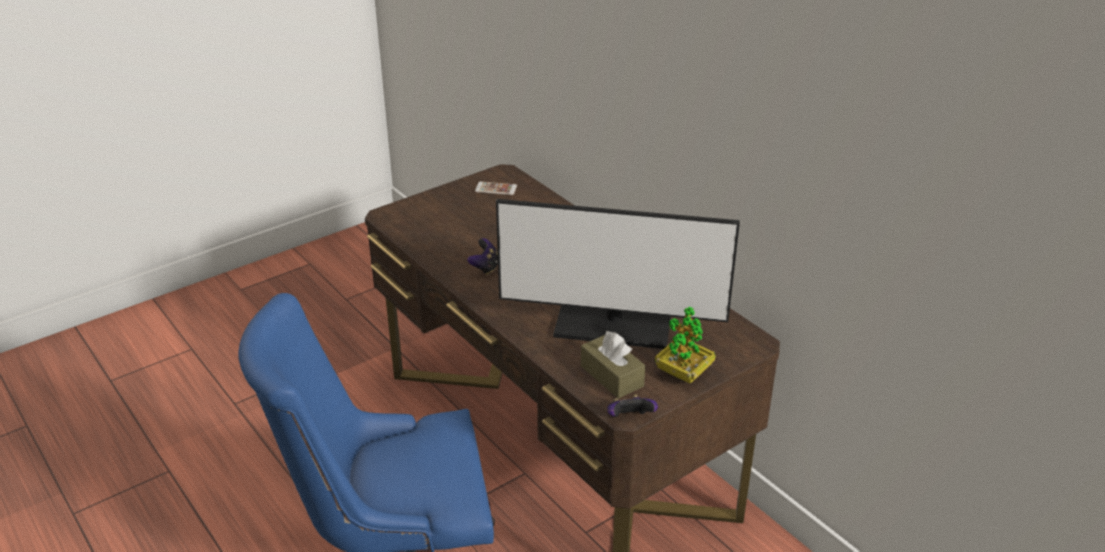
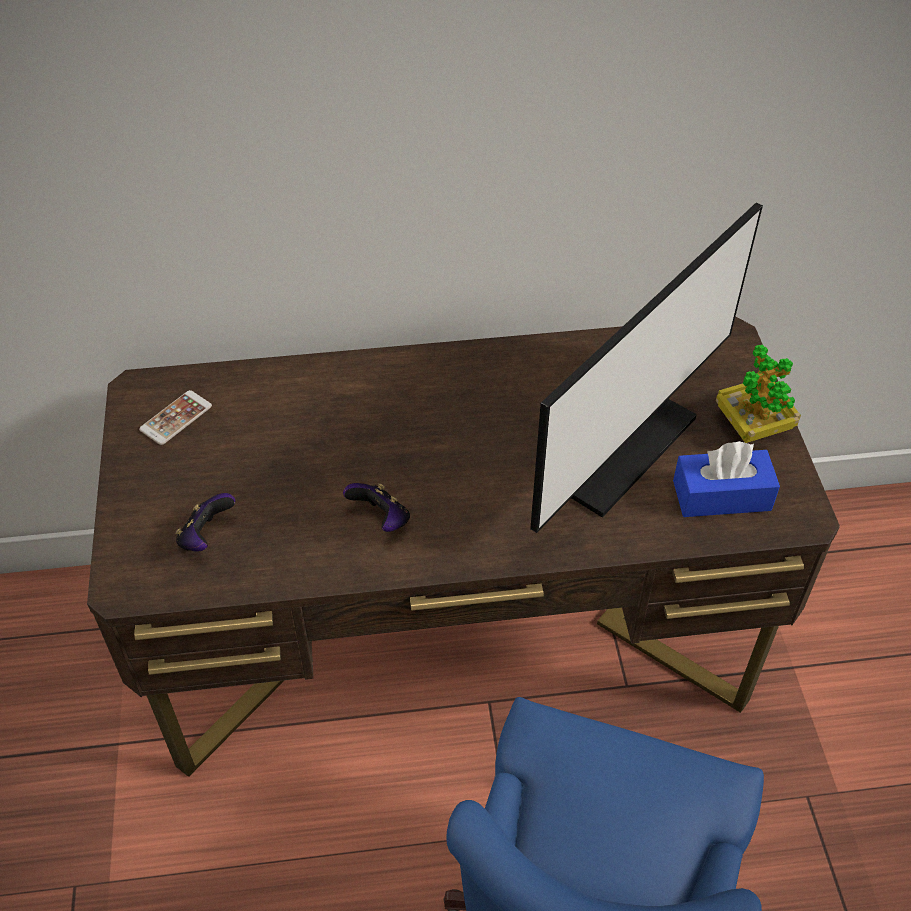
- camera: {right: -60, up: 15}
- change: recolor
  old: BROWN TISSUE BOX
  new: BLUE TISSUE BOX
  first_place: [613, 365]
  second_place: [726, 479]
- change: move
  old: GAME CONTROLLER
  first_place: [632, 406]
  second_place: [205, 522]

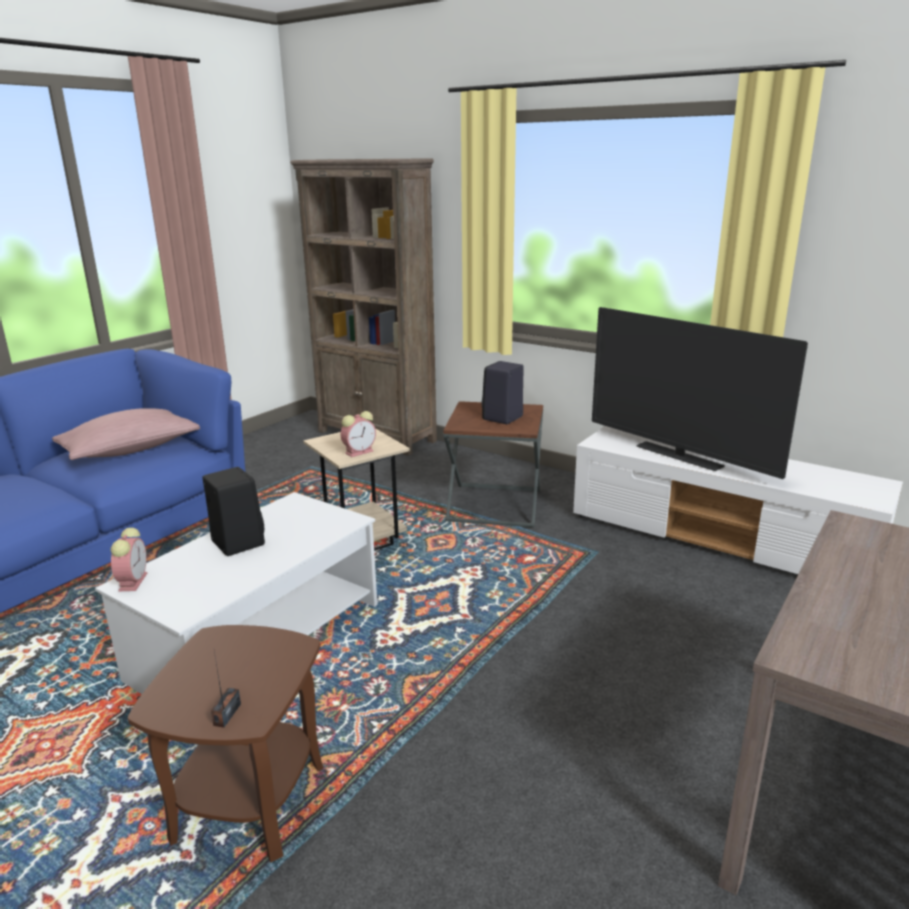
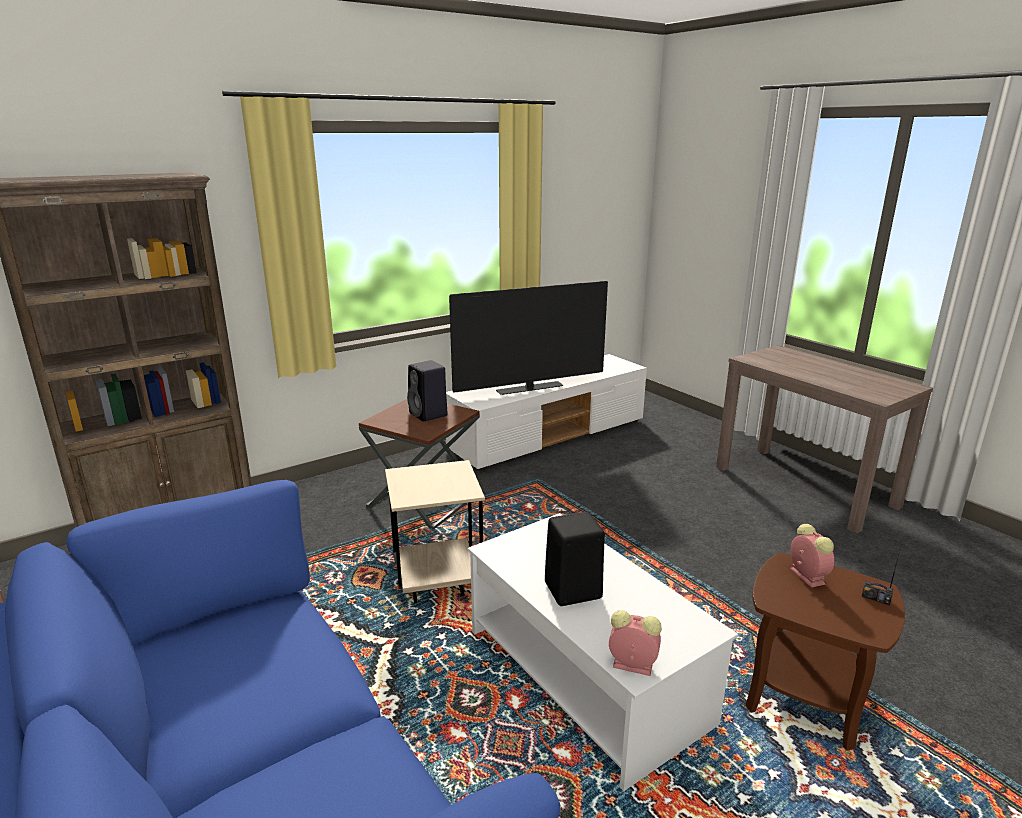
- camera: {right: -70, up: 0}
- change: delete
  old: PINK PILLOW
  first_place: [126, 434]
- change: move
  old: ALARM CLOCK
  first_place: [358, 434]
  second_place: [812, 556]

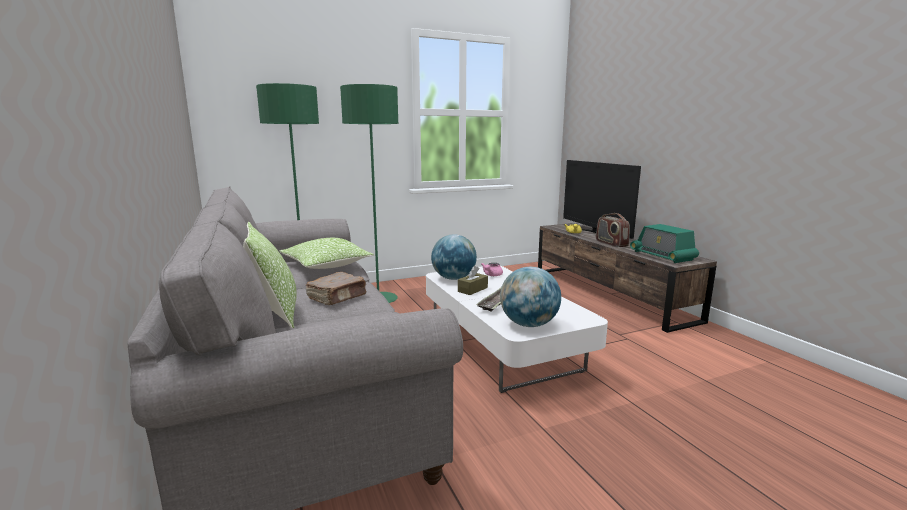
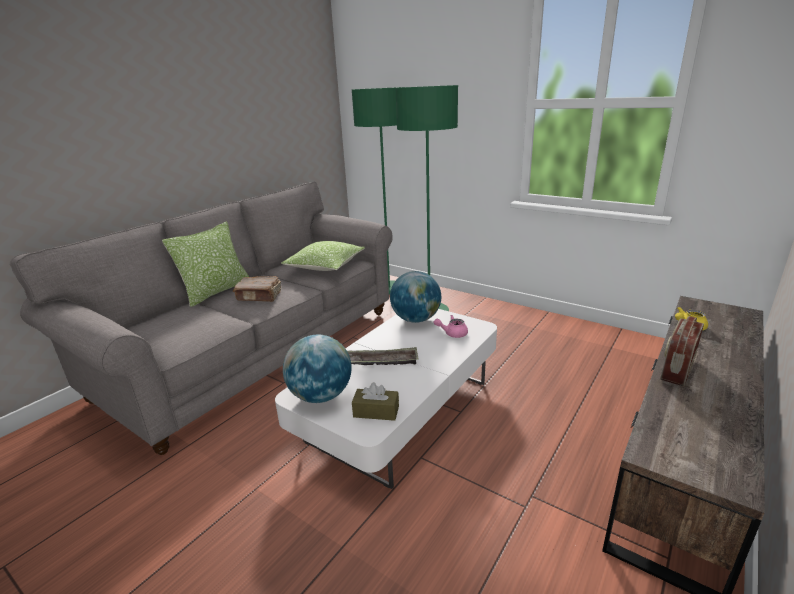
- camera: {right: 60, up: 10}
- change: delete
  old: TELEVISION
  first_place: [602, 199]
- change: delete
  old: RADIO
  first_place: [664, 243]
- change: move
  old: BROWN TISSUE BOX
  first_place: [473, 280]
  second_place: [375, 401]

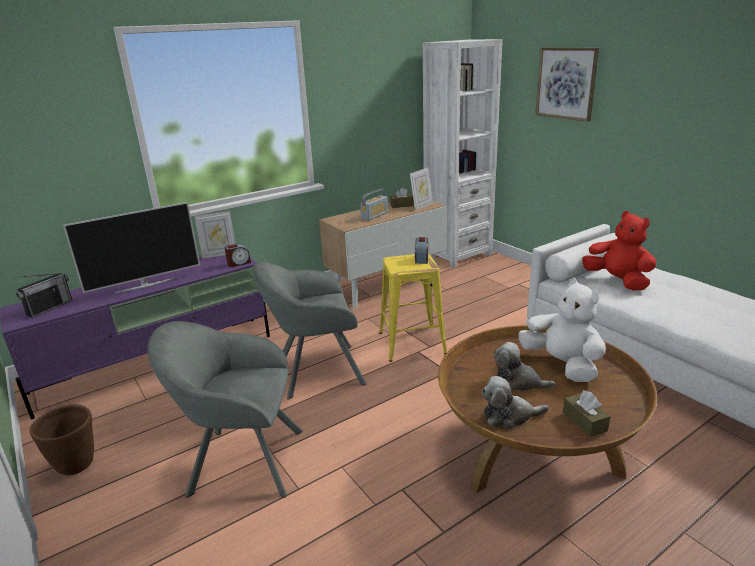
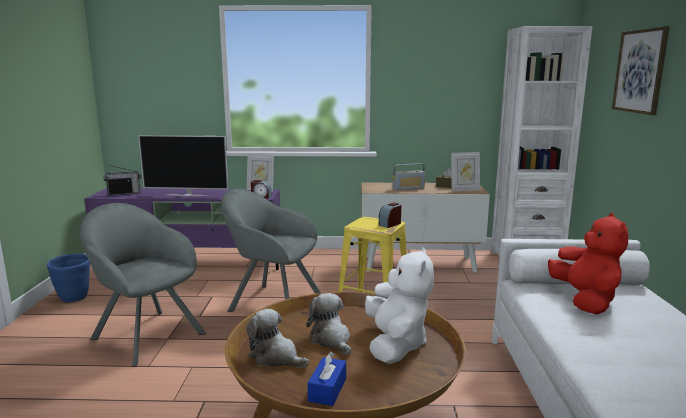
- camera: {right: 35, up: -10}
- change: recolor
  old: BROWN TISSUE BOX
  new: BLUE TISSUE BOX
  first_place: [586, 413]
  second_place: [327, 379]
- change: recolor
  old: BROWN PLANTER
  new: BLUE PLANTER
  first_place: [62, 439]
  second_place: [68, 278]

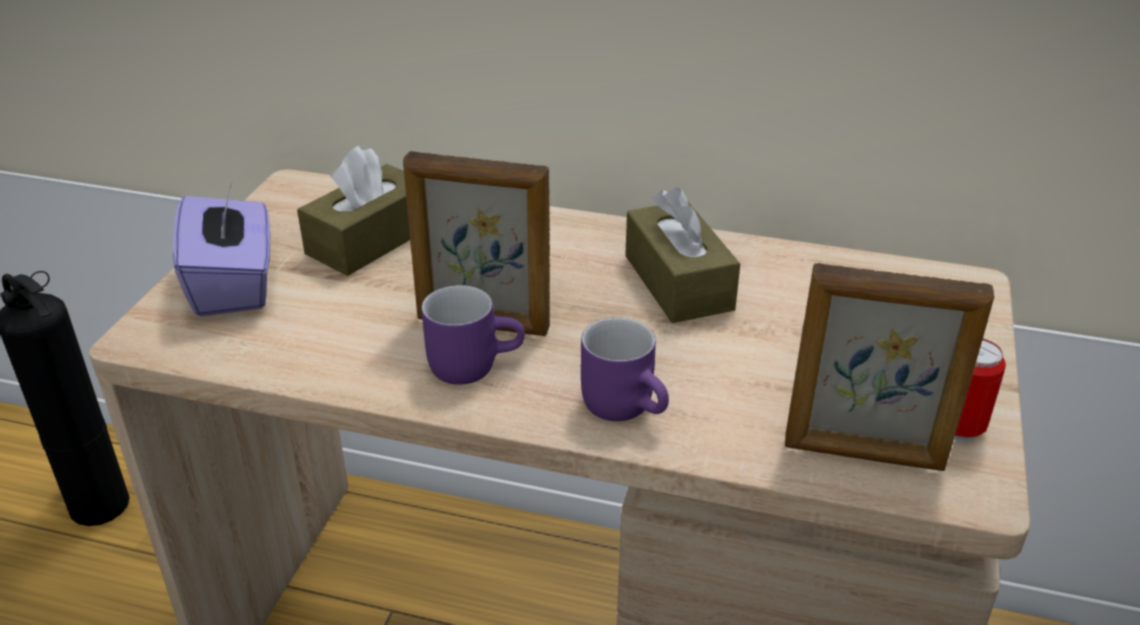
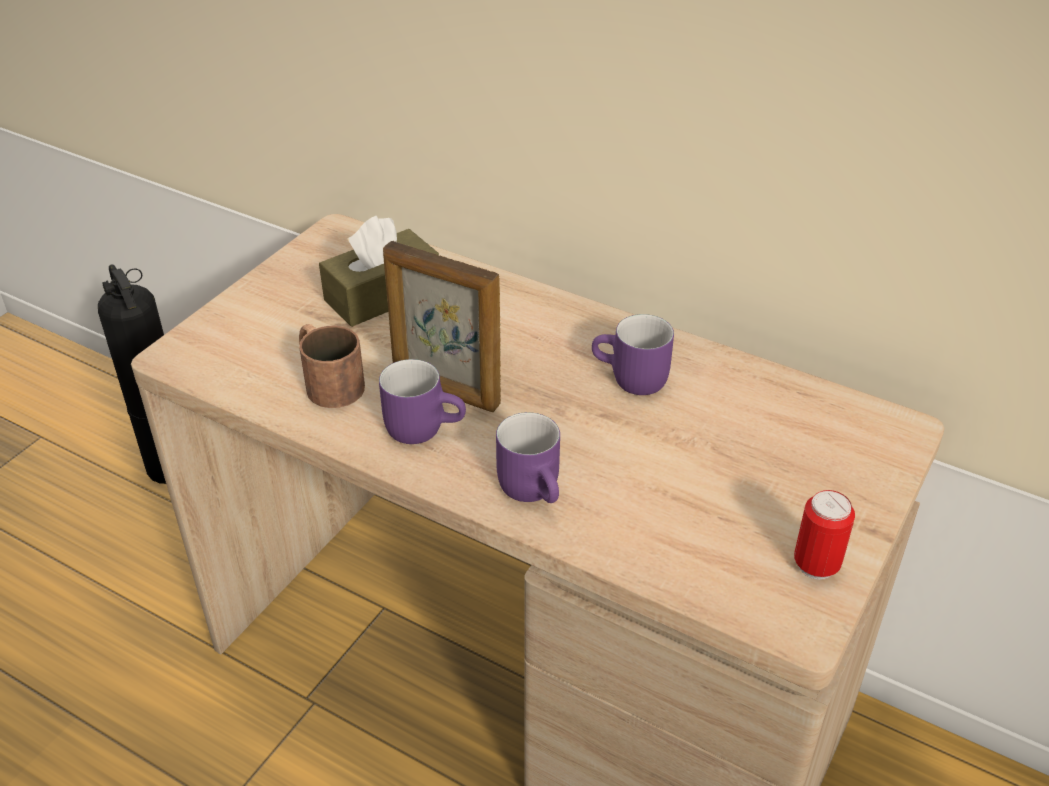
- camera: {right: 15, up: 5}
- change: delete
  old: PURPLE TISSUE BOX
  first_place: [221, 249]
- change: replace
  old: BROWN TISSUE BOX
  new: PURPLE MUG
  first_place: [682, 255]
  second_place: [633, 354]
- change: delete
  old: PICTURE FRAME
  first_place: [889, 367]
- change: insert
  new: BROWN MUG
  second_place: [332, 366]

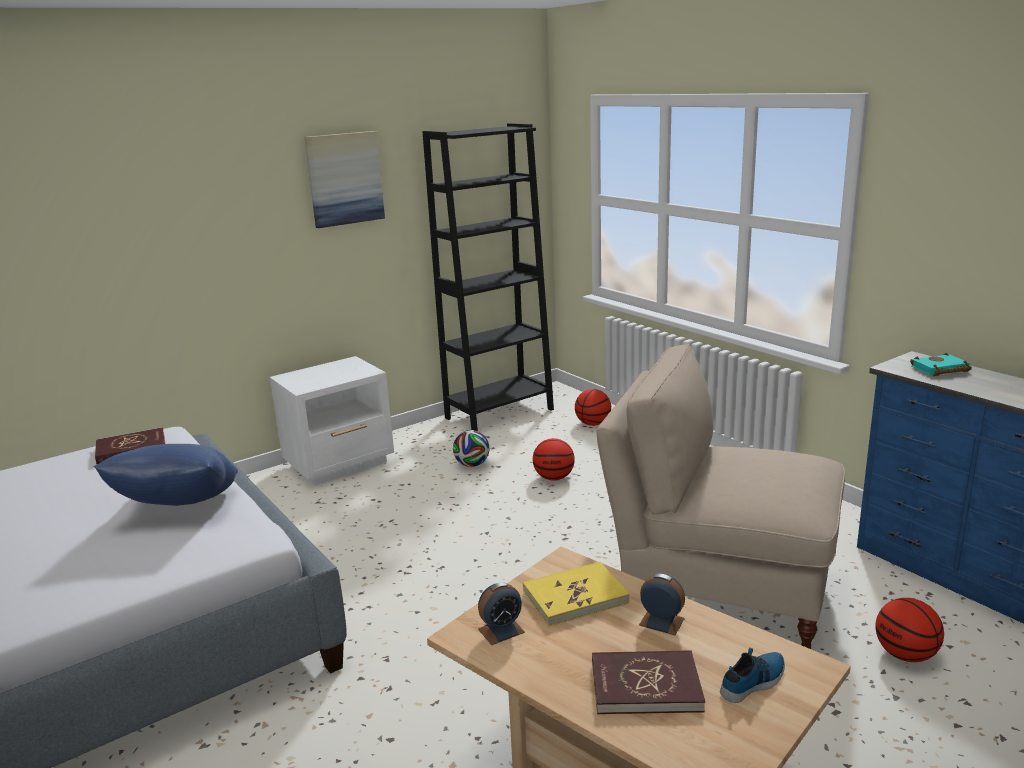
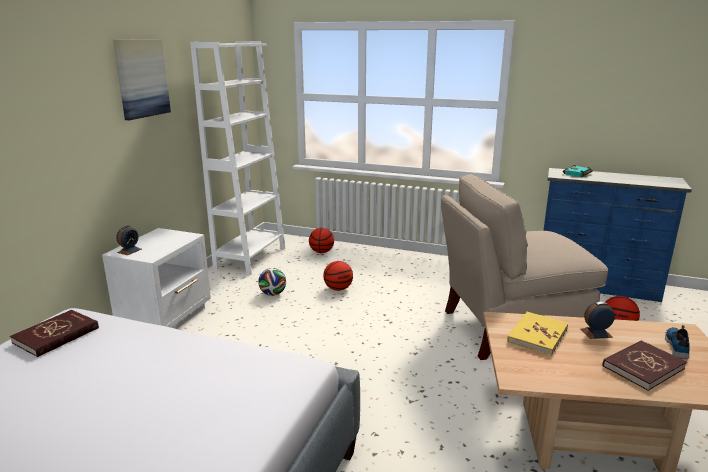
- camera: {right: -35, up: 0}
- change: recolor
  old: BLACK BOOKCASE
  new: WHITE BOOKCASE
  first_place: [488, 277]
  second_place: [237, 158]
- change: delete
  old: BLUE PILLOW
  first_place: [166, 475]
- change: move
  old: ALARM CLOCK
  first_place: [501, 613]
  second_place: [129, 240]

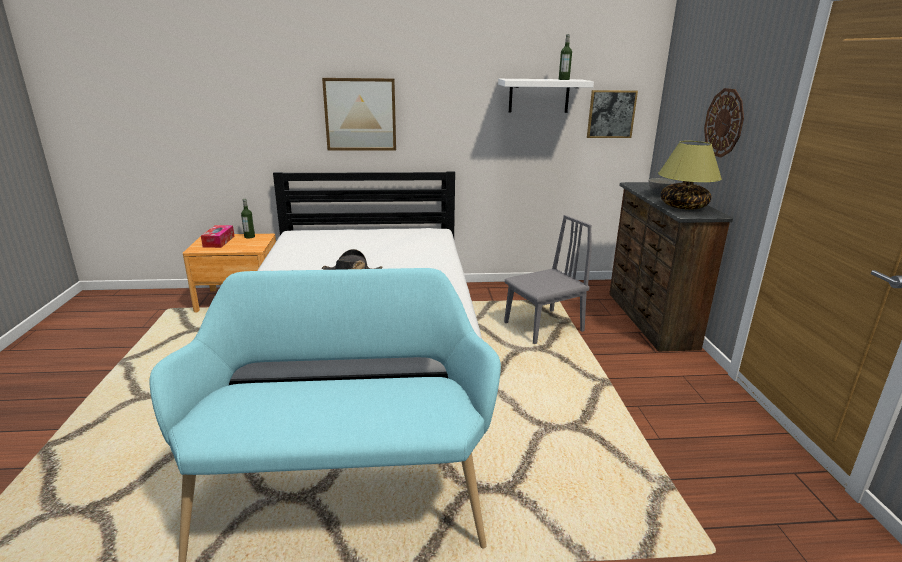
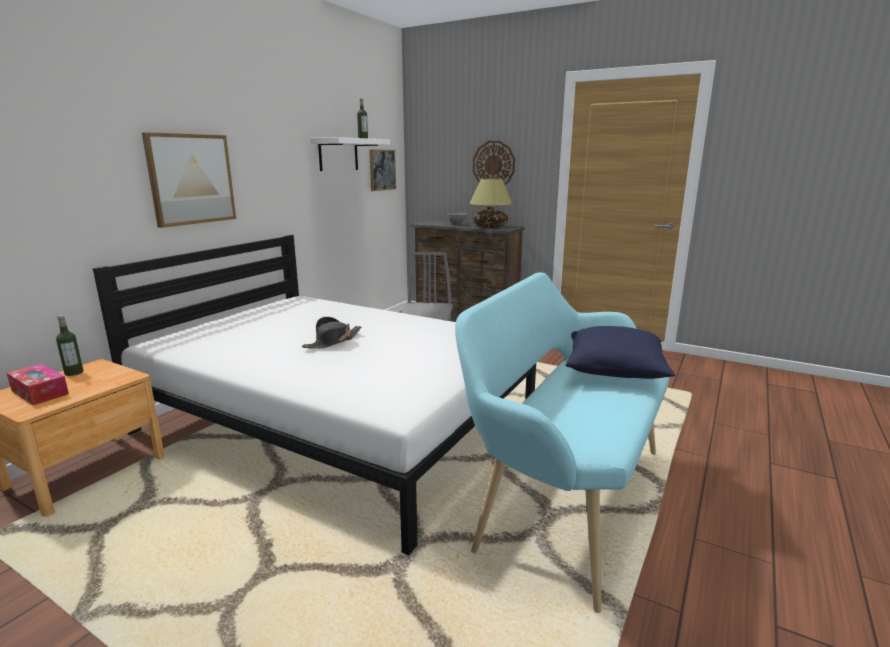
- camera: {right: -55, up: -5}
- change: insert
  new: BLUE PILLOW
  second_place: [621, 352]

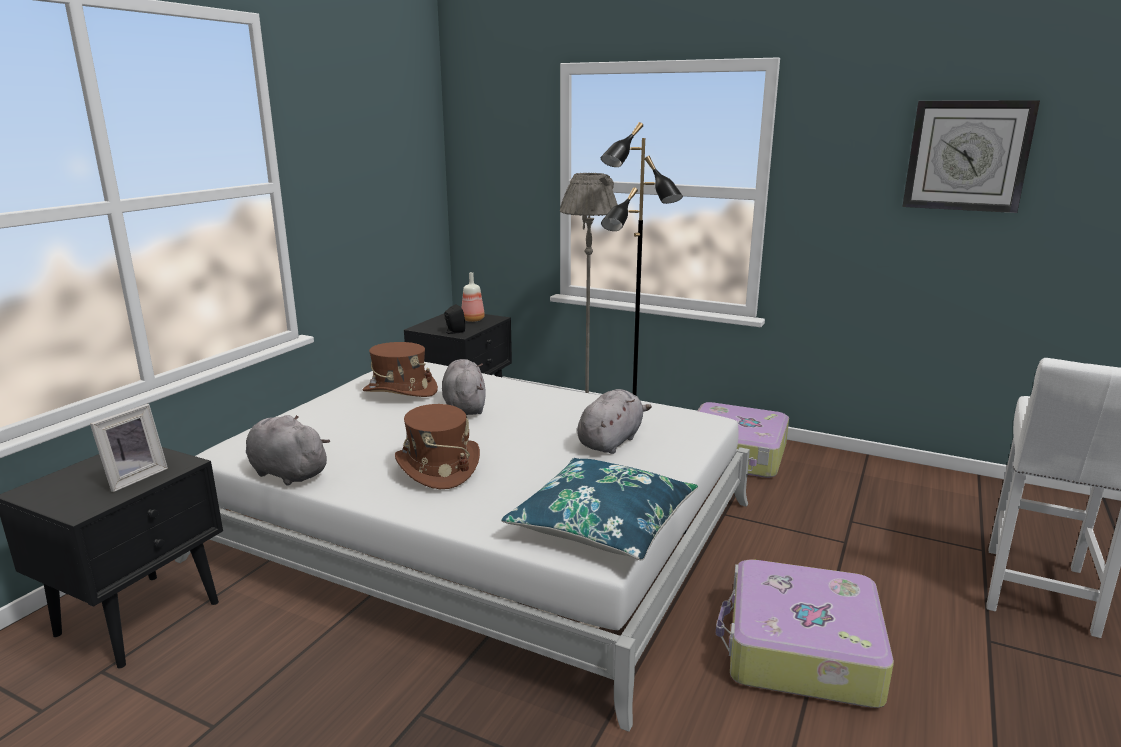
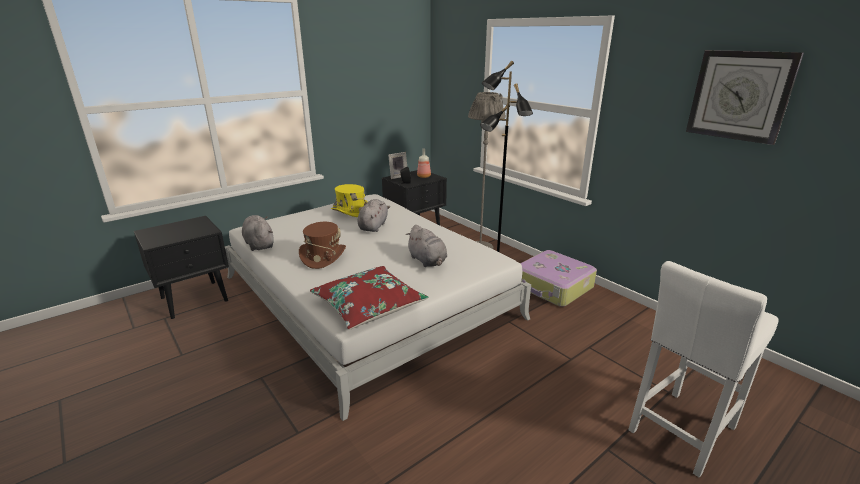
- camera: {right: 25, up: 5}
- change: recolor
  old: BROWN HAT
  new: YELLOW HAT
  first_place: [400, 369]
  second_place: [349, 200]
- change: rotate
  old: GREY PLUSH TOY
  first_place: [614, 421]
  second_place: [426, 246]
  degrees: 90
- change: move
  old: PICTURE FRAME
  first_place: [129, 448]
  second_place: [397, 165]
- change: recolor
  old: BLUE PILLOW
  new: RED PILLOW
  first_place: [599, 509]
  second_place: [369, 298]
- change: delete
  old: SUITCASE
  first_place: [805, 633]

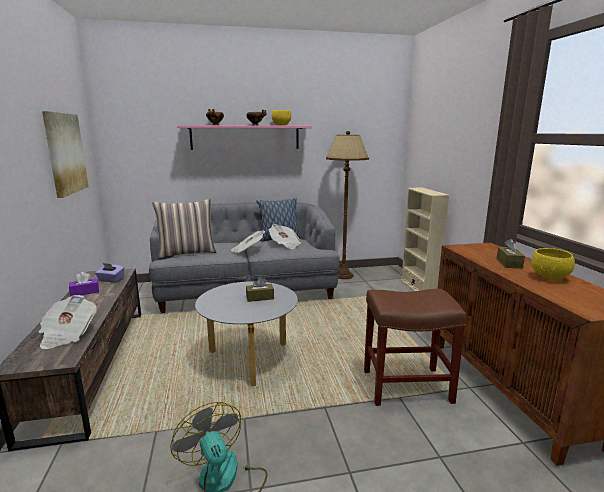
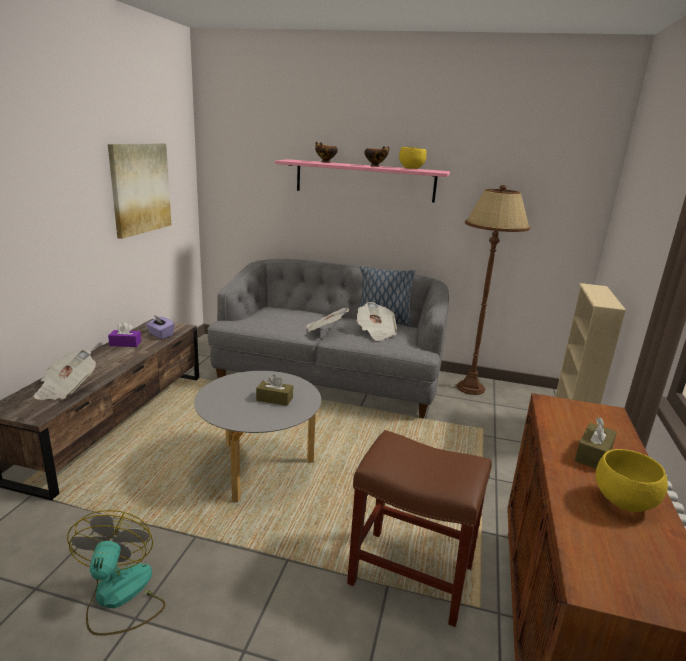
- camera: {right: 25, up: 5}
- change: delete
  old: PILLOW
  first_place: [184, 228]

